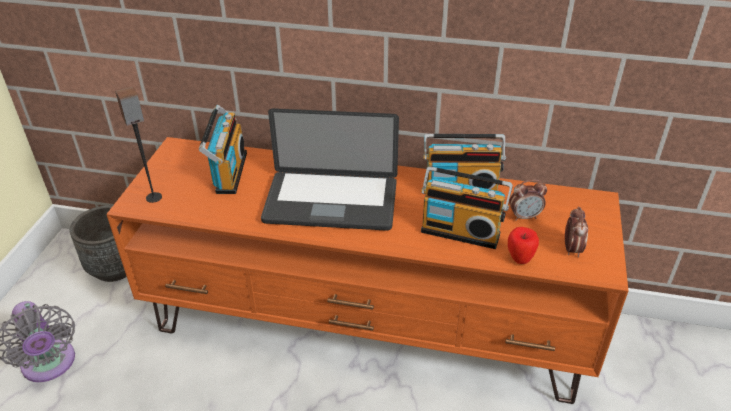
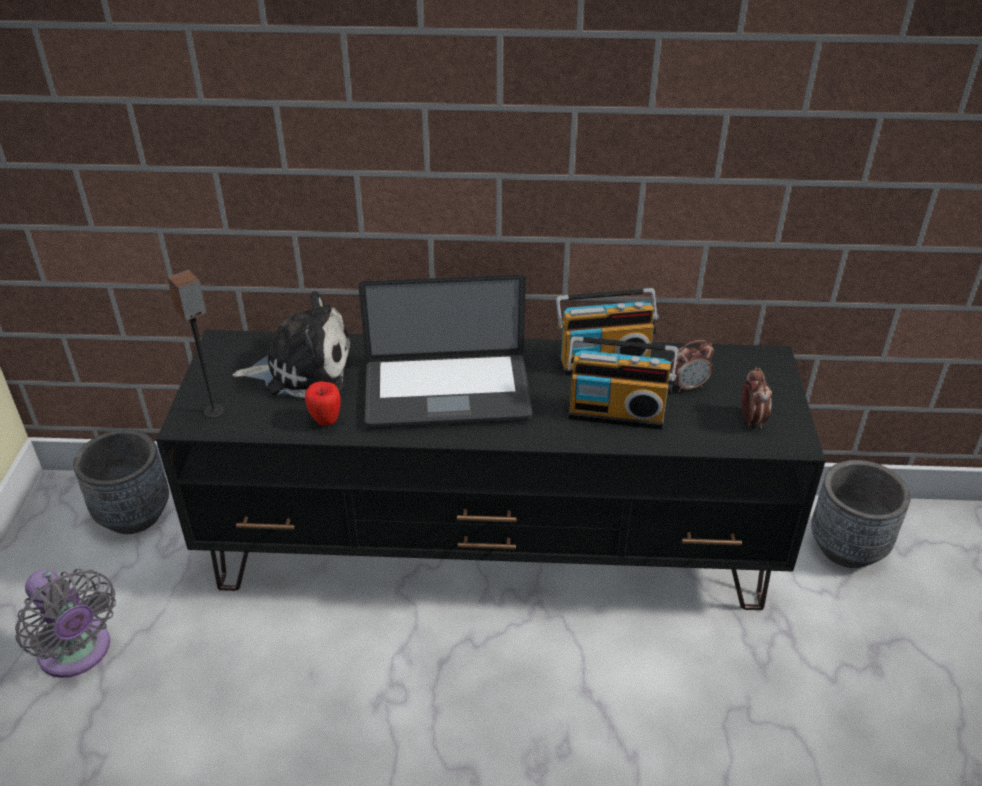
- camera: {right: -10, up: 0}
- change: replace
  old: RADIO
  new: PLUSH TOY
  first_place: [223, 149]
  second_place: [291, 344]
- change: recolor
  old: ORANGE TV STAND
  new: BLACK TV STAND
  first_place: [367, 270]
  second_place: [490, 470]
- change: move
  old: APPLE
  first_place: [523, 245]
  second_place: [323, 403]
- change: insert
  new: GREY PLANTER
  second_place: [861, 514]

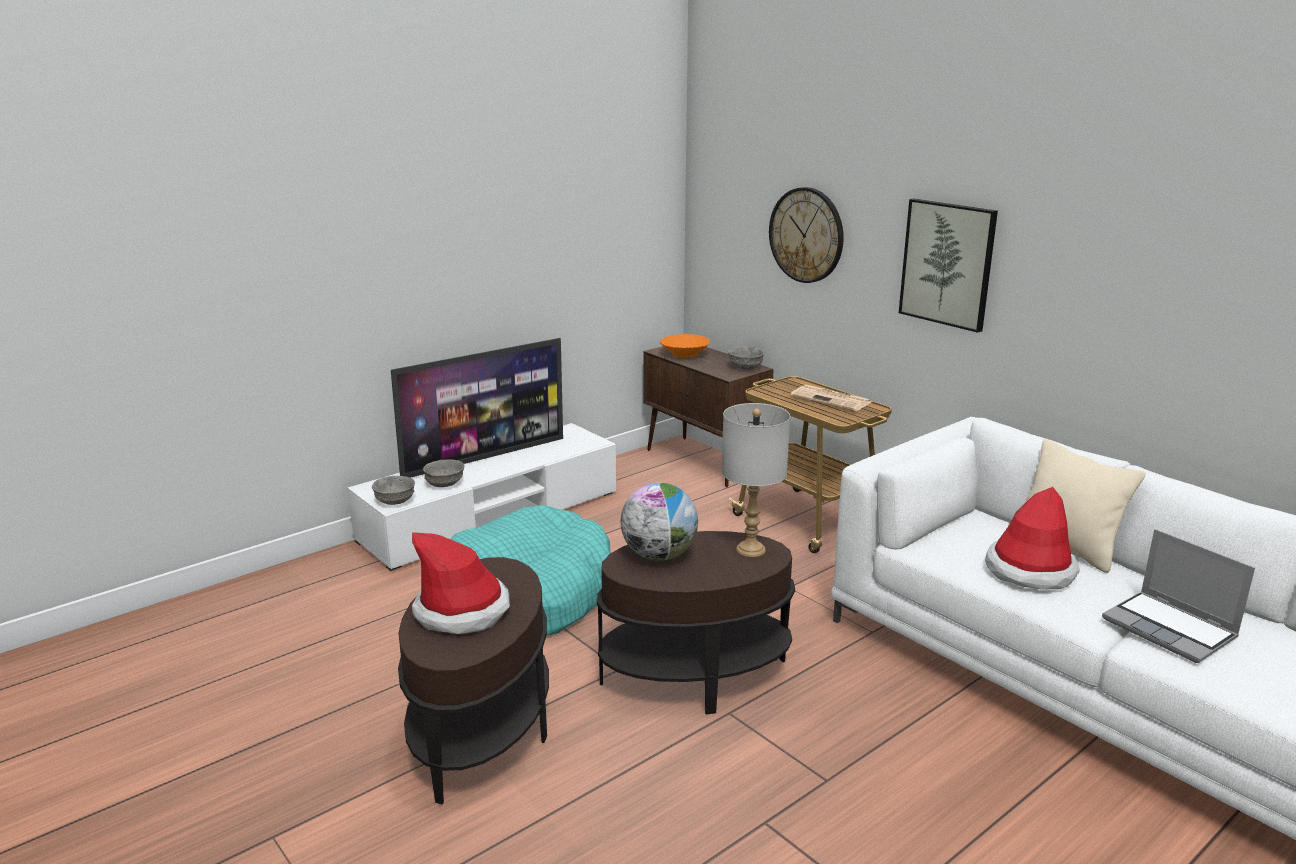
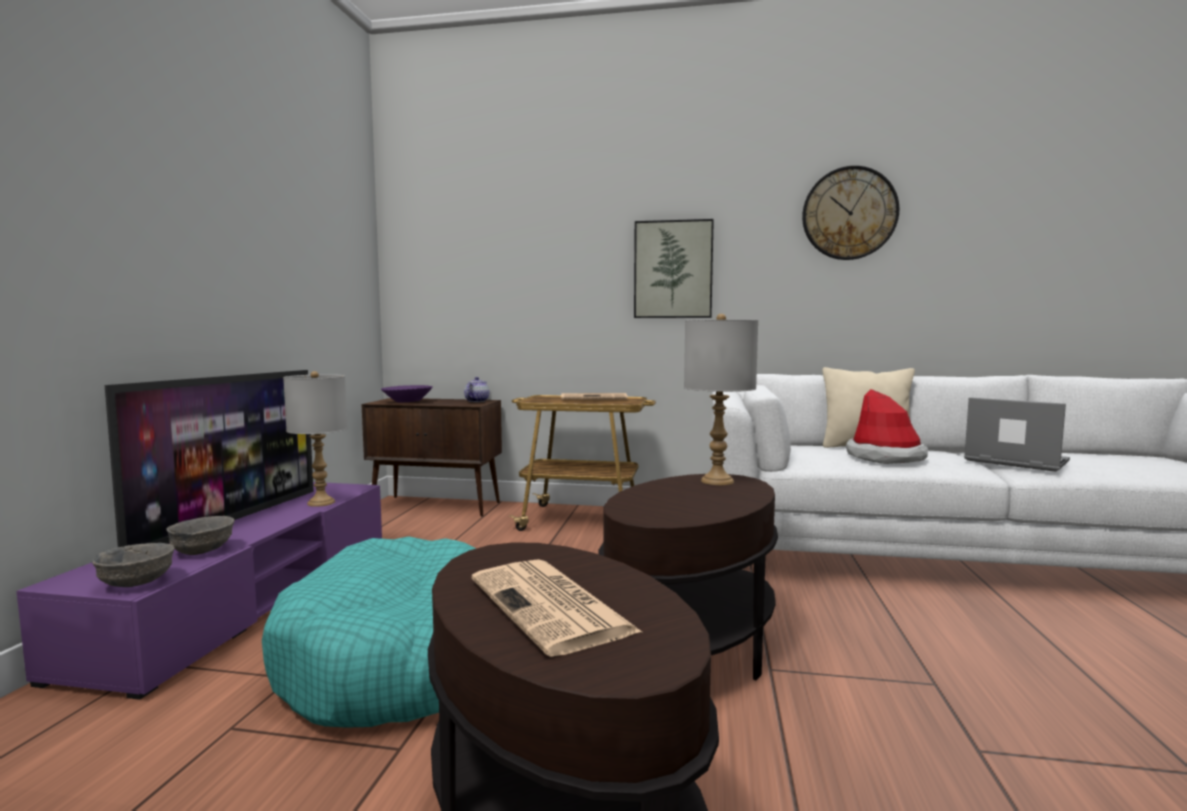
- camera: {right: -40, up: -15}
- change: move
  old: WALL CLOCK
  first_place: [806, 235]
  second_place: [850, 213]
- change: recolor
  old: ORANGE BOWL
  new: PURPLE BOWL
  first_place: [685, 346]
  second_place: [407, 393]
- change: replace
  old: GREY BOWL
  new: TEAPOT
  first_place: [746, 358]
  second_place: [476, 389]
- change: recolor
  old: WHITE TV STAND
  new: PURPLE TV STAND
  first_place: [481, 497]
  second_place: [199, 591]
- change: delete
  old: GLOBE
  first_place: [659, 522]
- change: rotate
  old: LAPTOP
  first_place: [1178, 596]
  second_place: [1017, 434]
  degrees: -150
- change: replace
  old: HAT
  new: NEWSPAPER
  first_place: [461, 583]
  second_place: [557, 608]
- change: insert
  new: GREY TABLE LAMP
  second_place: [315, 439]

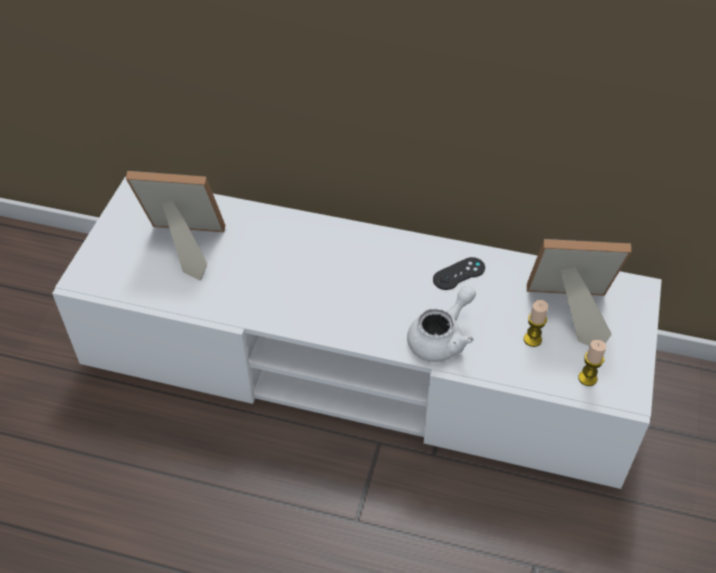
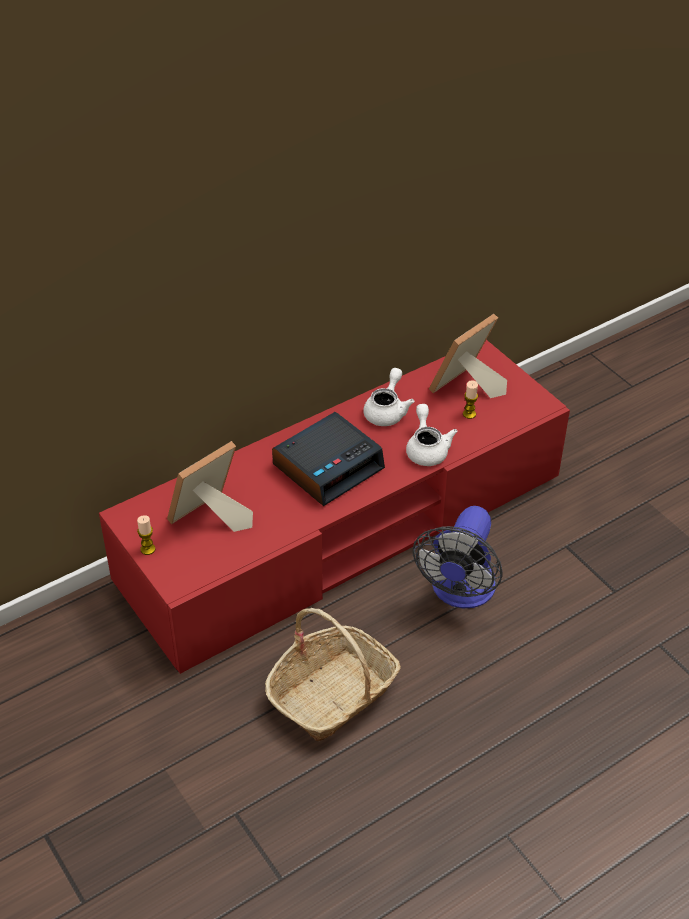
- camera: {right: -50, up: -5}
- change: recolor
  old: WHITE TV STAND
  new: RED TV STAND
  first_place: [357, 333]
  second_place: [334, 507]
- change: replace
  old: BLACK GAME CONTROLLER
  new: WHITE TEAPOT
  first_place: [459, 273]
  second_place: [388, 397]
- change: move
  old: CANDLE
  first_place: [592, 363]
  second_place: [146, 535]
- change: insert
  new: ALARM CLOCK
  second_place: [328, 459]
- change: insert
  new: FAN
  second_place: [458, 557]
- change: insert
  new: BASKET
  second_place: [333, 675]

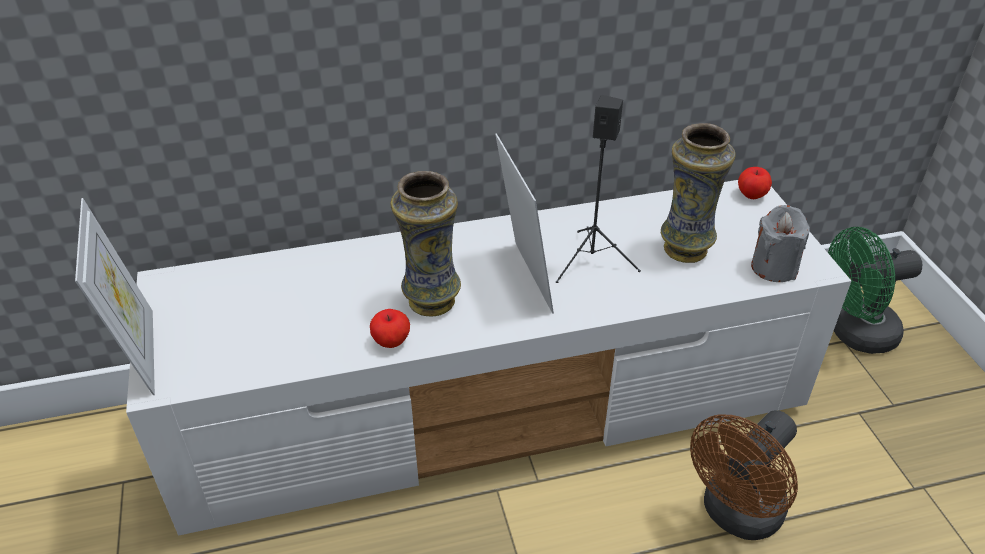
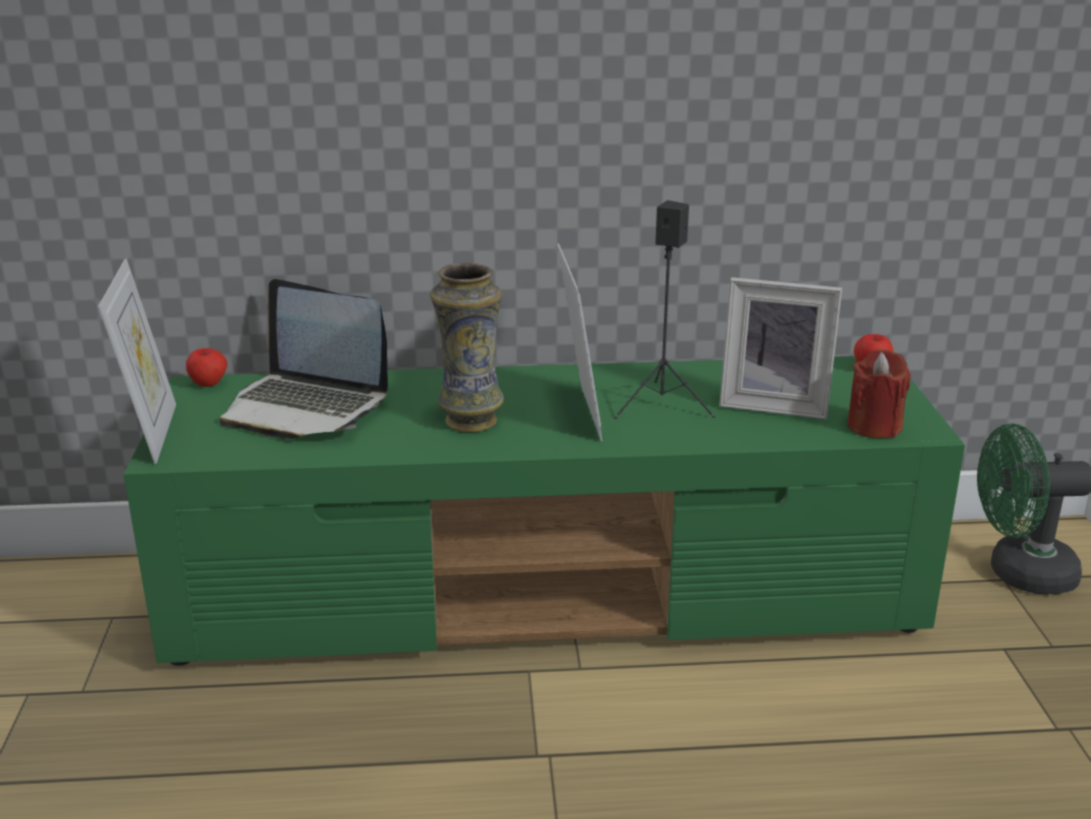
- camera: {right: 10, up: -15}
- change: replace
  old: VASE
  new: PICTURE FRAME
  first_place: [698, 193]
  second_place: [780, 348]
- change: recolor
  old: WHITE TV STAND
  new: GREEN TV STAND
  first_place: [488, 358]
  second_place: [544, 511]
- change: recolor
  old: GREY CANDLE
  new: RED CANDLE
  first_place: [780, 243]
  second_place: [879, 394]
- change: move
  old: APPLE
  first_place: [390, 328]
  second_place: [206, 367]
- change: delete
  old: BROWN FAN
  first_place: [744, 475]
- change: insert
  new: LAPTOP
  second_place: [304, 359]

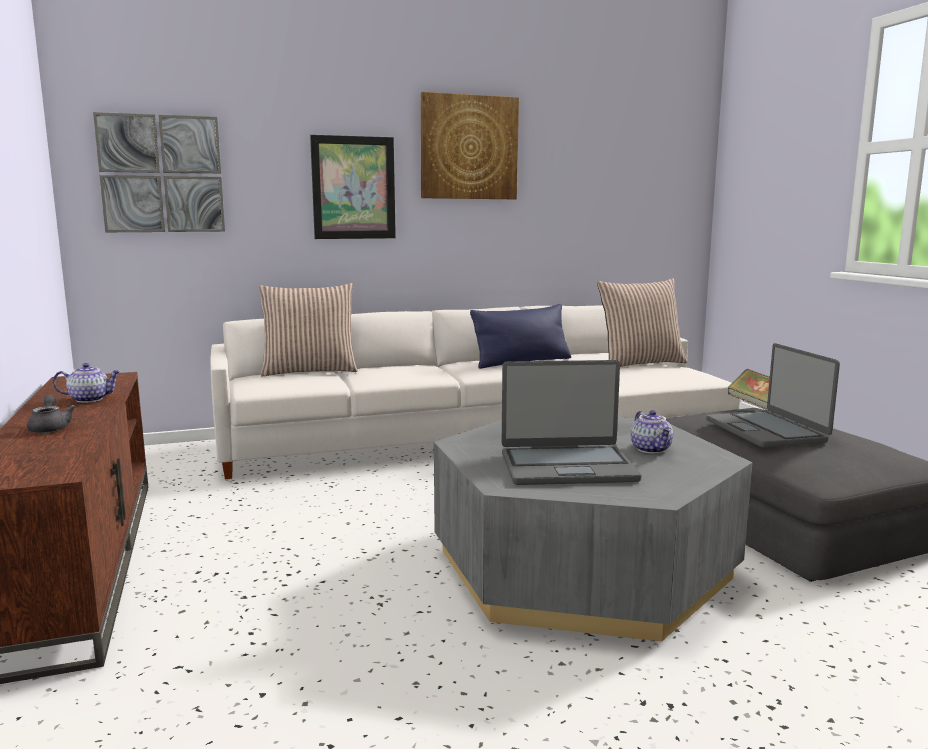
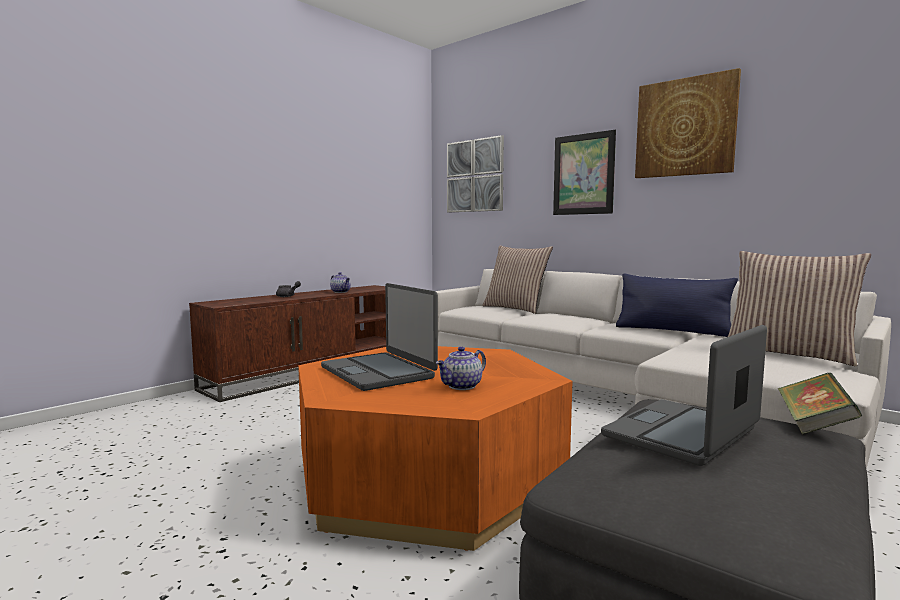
- camera: {right: 60, up: -5}
- change: recolor
  old: GREY COFFEE TABLE
  new: ORANGE COFFEE TABLE
  first_place: [593, 529]
  second_place: [435, 448]

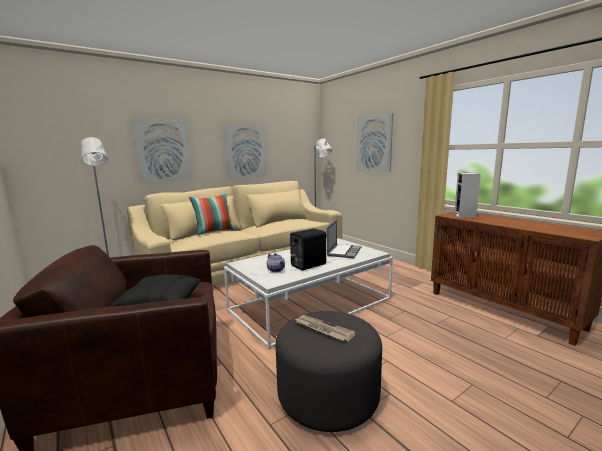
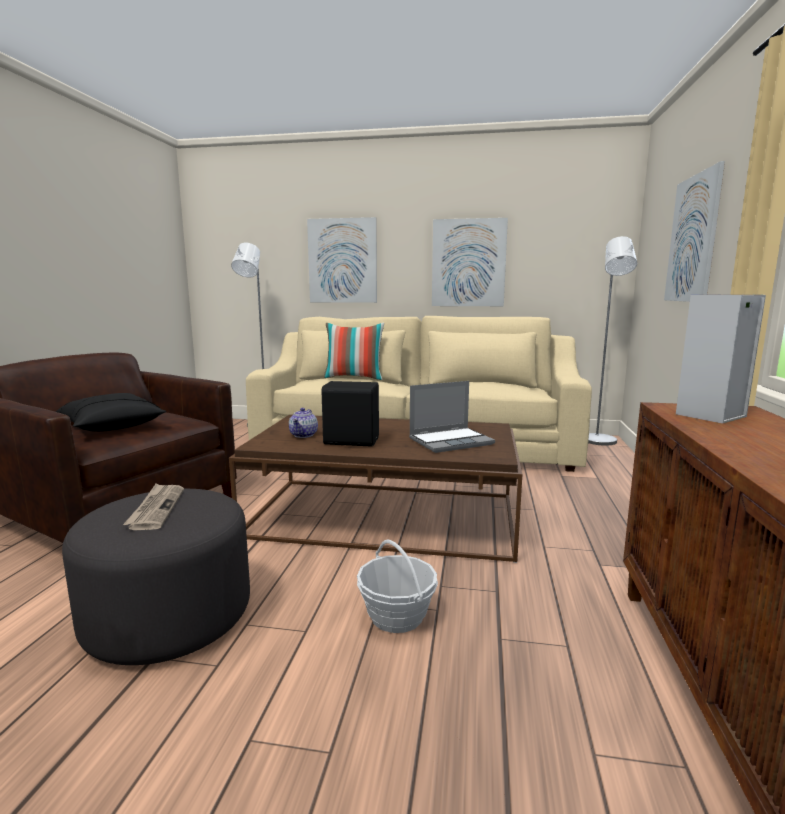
- camera: {right: 45, up: 0}
- change: recolor
  old: WHITE COFFEE TABLE
  new: BROWN COFFEE TABLE
  first_place: [308, 293]
  second_place: [375, 489]
- change: insert
  new: BASKET
  second_place: [397, 586]

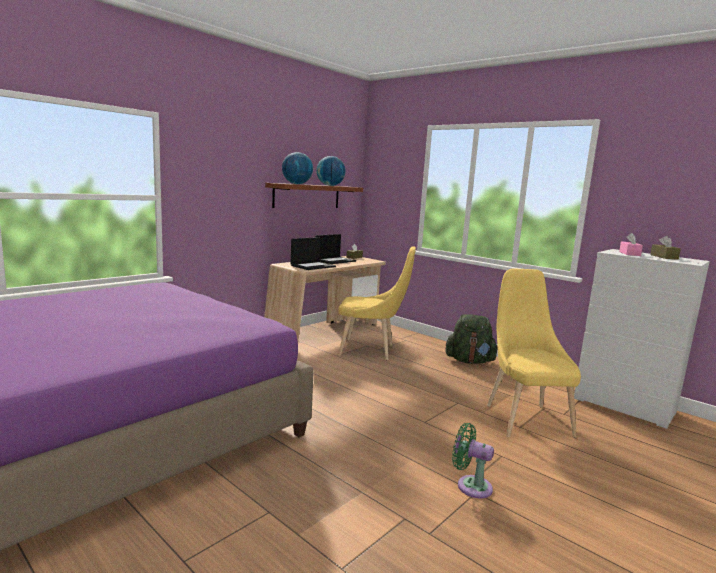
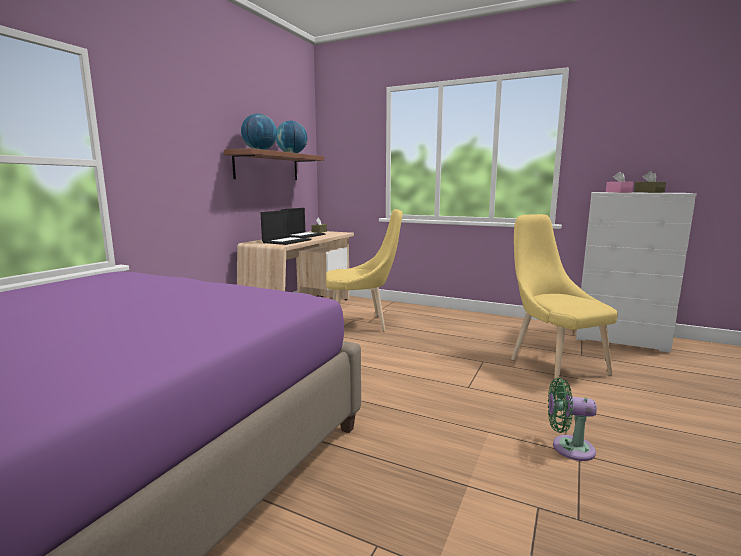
- camera: {right: -15, up: 0}
- change: delete
  old: GREEN BACKPACK
  first_place: [471, 339]

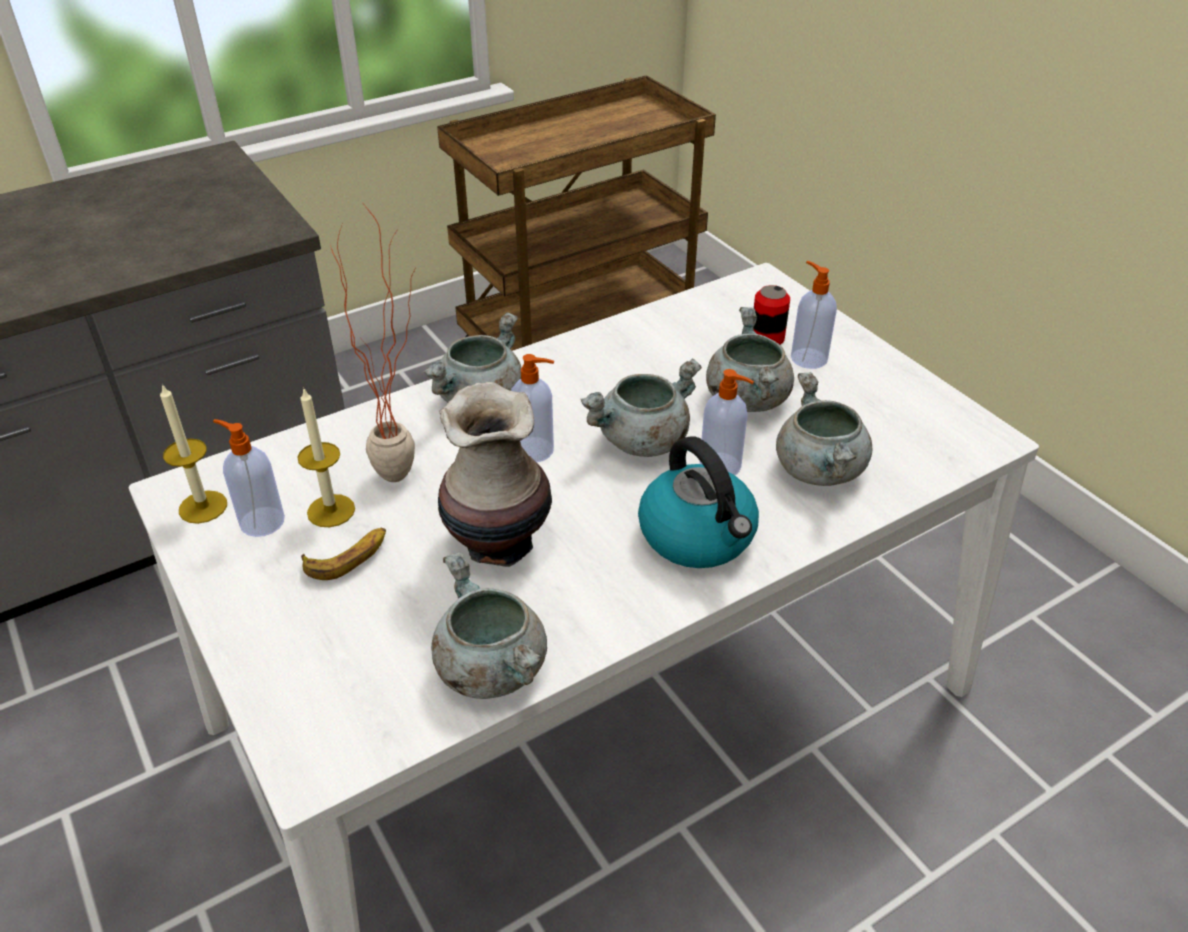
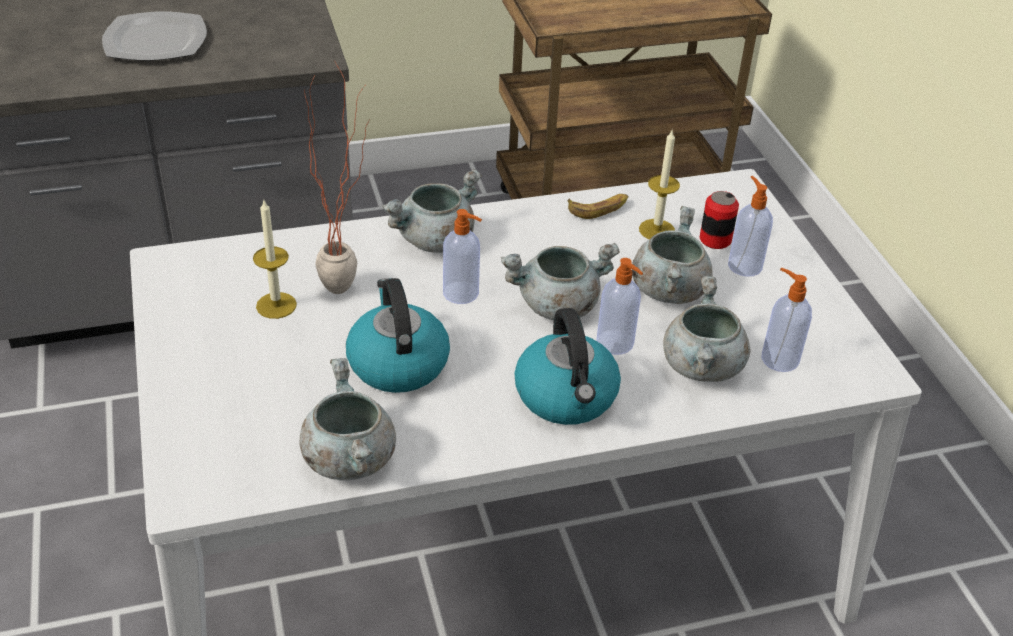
- camera: {right: 15, up: 0}
- change: replace
  old: VASE
  new: KETTLE
  first_place: [495, 474]
  second_place: [398, 335]
- change: move
  old: CANDLE
  first_place: [193, 454]
  second_place: [659, 184]
- change: move
  old: SOAP DISPENSER
  first_place: [249, 478]
  second_place: [787, 320]
- change: move
  old: BANANA
  first_place: [343, 554]
  second_place: [598, 206]
- change: insert
  new: PLATE
  second_place: [154, 36]

